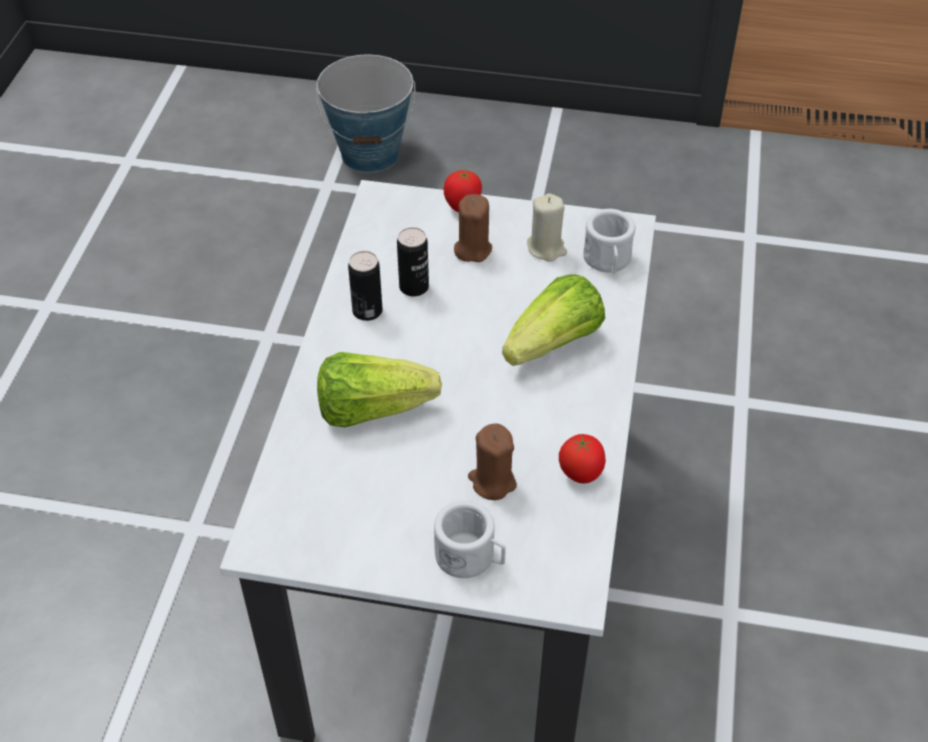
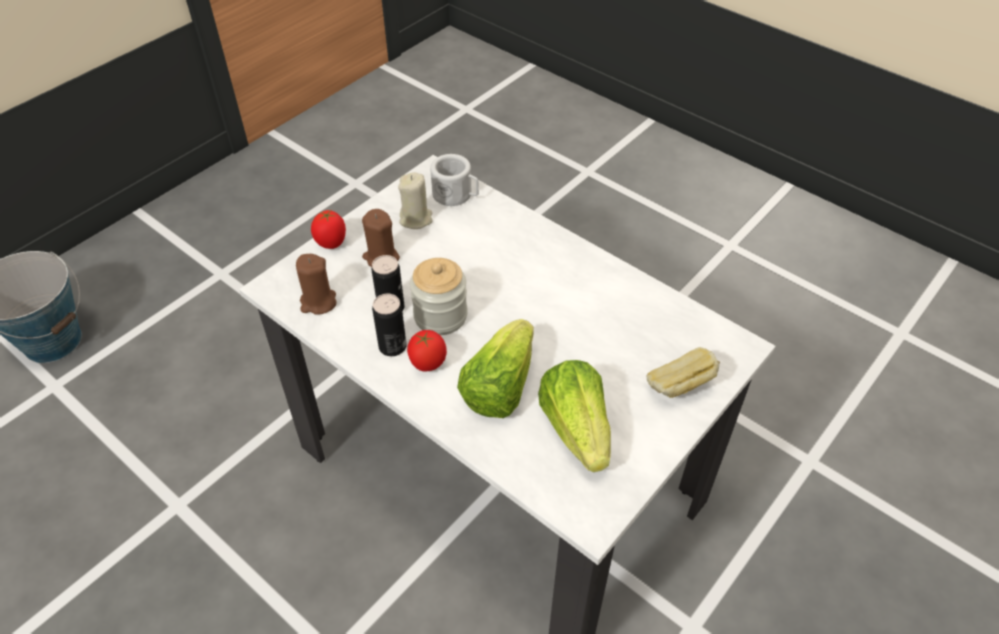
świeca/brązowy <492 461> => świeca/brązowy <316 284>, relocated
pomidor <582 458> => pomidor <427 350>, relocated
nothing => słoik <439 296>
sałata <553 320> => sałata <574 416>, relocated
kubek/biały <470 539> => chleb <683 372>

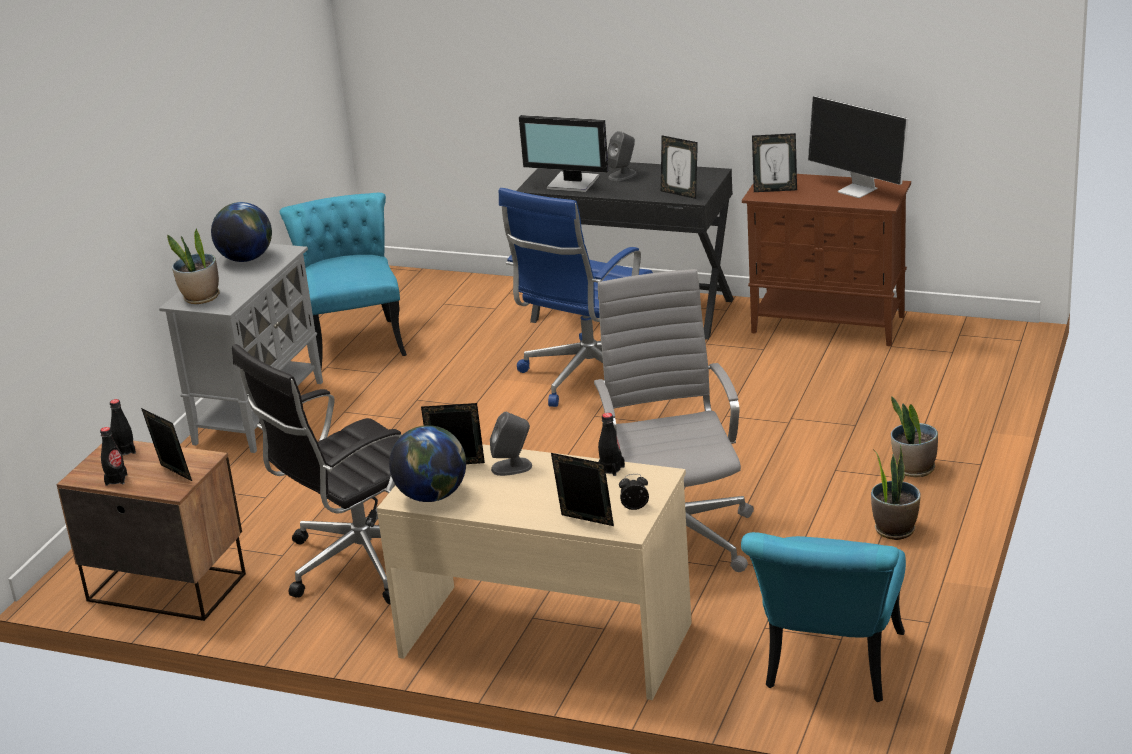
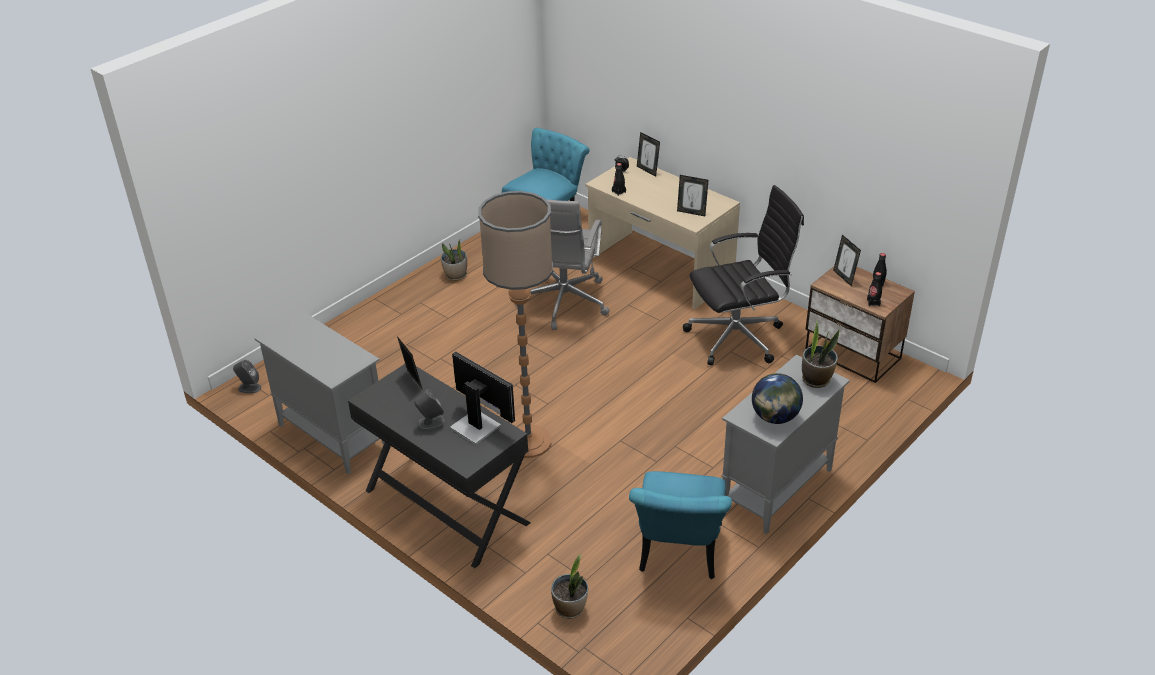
głośnik/szary <511 444> => głośnik/szary <247 376>, relocated
szafka/brązowy <826 260> => szafka/szary <320 392>
krzesło biurowe/niebieski <576 297> => lampa stojąca <515 324>
roślina doniczkowa <914 436> => roślina doniczkowa <569 586>, relocated
globus <427 463> => nothing
ramka na zdjęcie <774 162> => nothing
monitor <858 147> => nothing

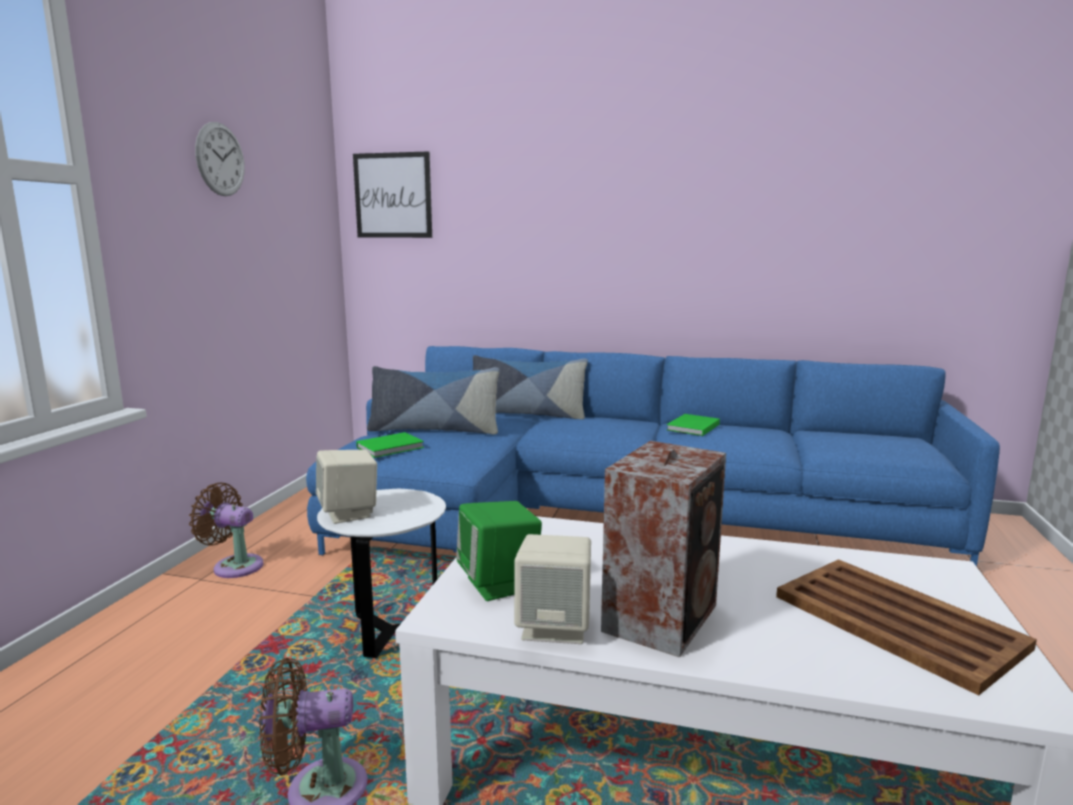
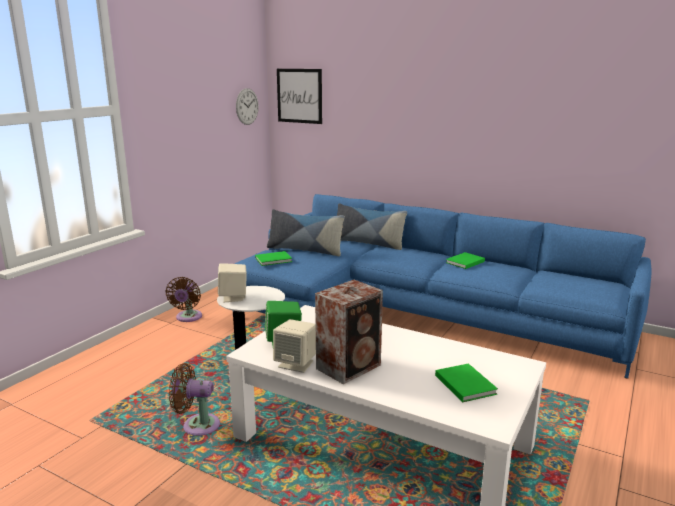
wentylator/brązowy <226 530> => wentylator/brązowy <184 299>, 120 degrees counterclockwise
zegar ścienny <220 159> => zegar ścienny <247 106>, relocated
taca/brązowy <906 627> => książka/zielony <466 382>

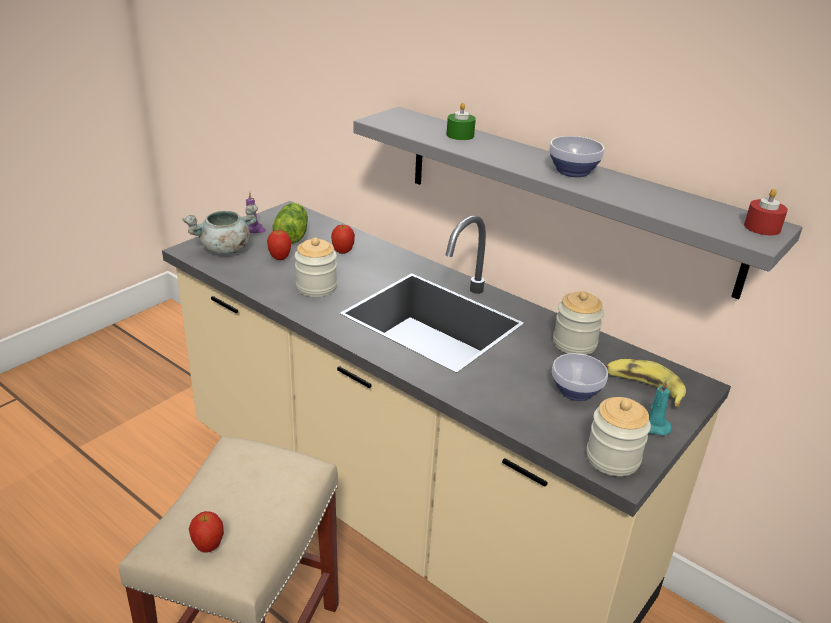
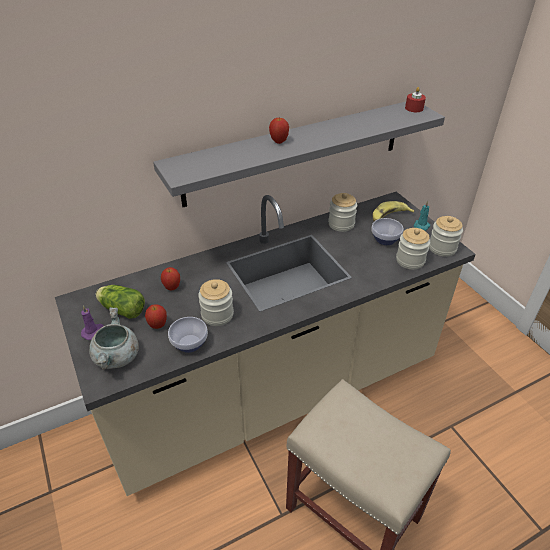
miska <577 156> => miska <188 335>, relocated
jabłko <206 532> => jabłko <279 131>, relocated
nothing => słoik <413 249>
świeca/zielony <461 121> => nothing

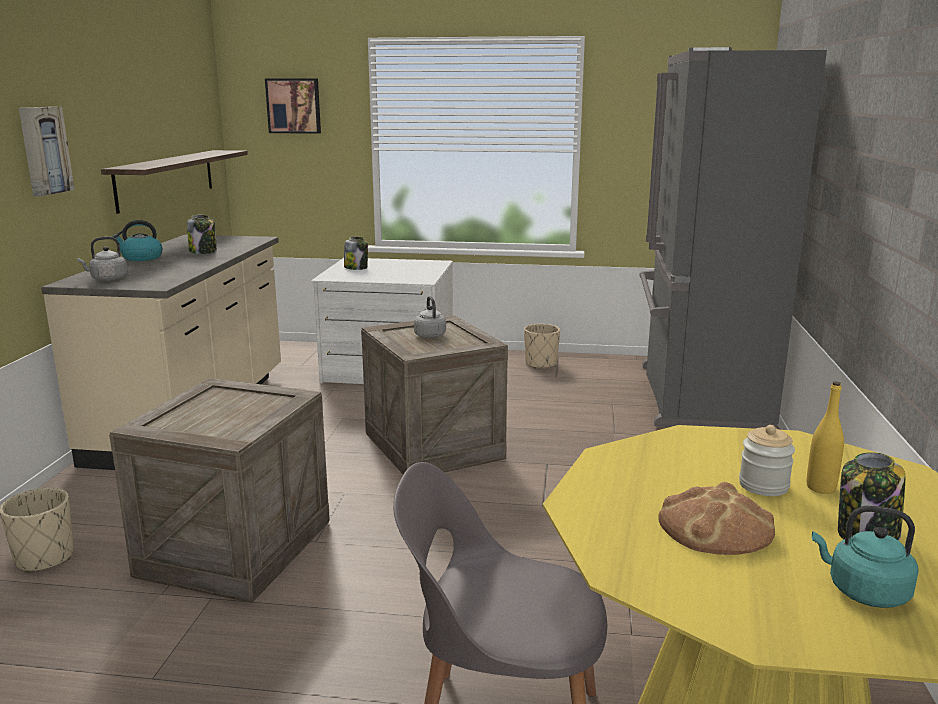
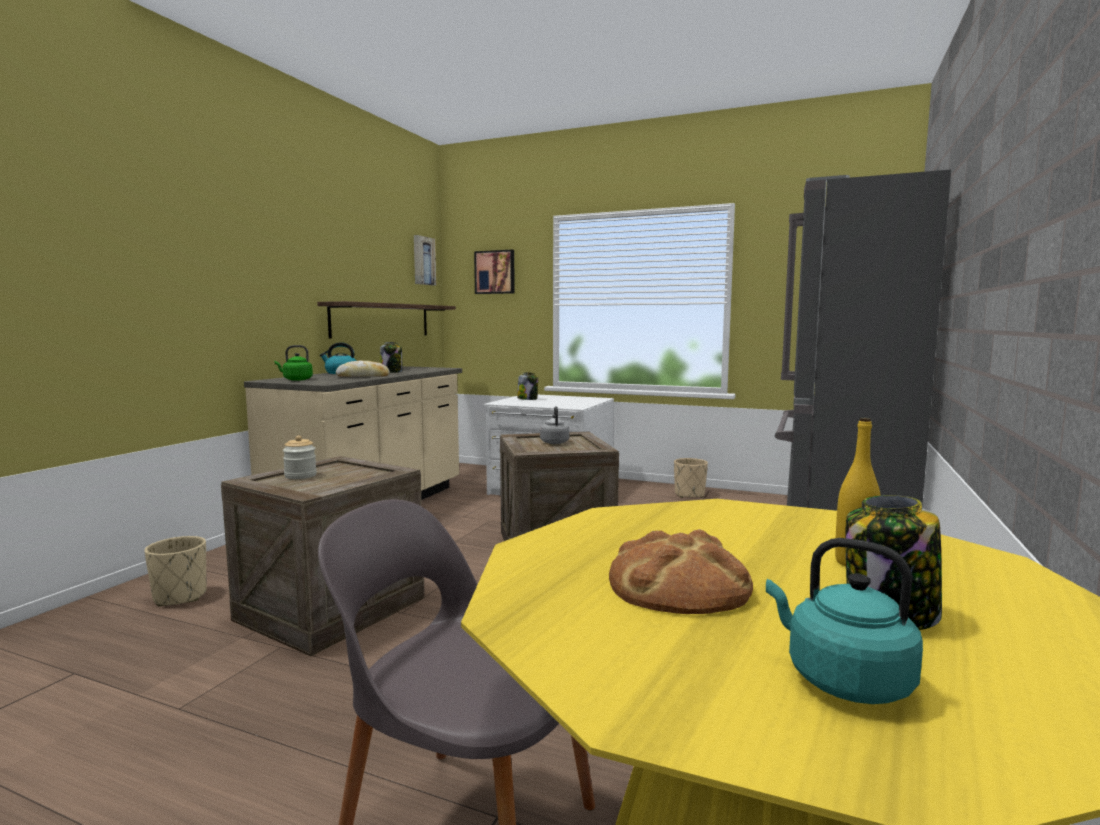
czajnik/szary <102 259> => czajnik/zielony <294 363>
słoik <767 460> => słoik <300 457>, relocated
nothing => chleb <363 369>
obraz <47 152> => obraz <425 260>, relocated

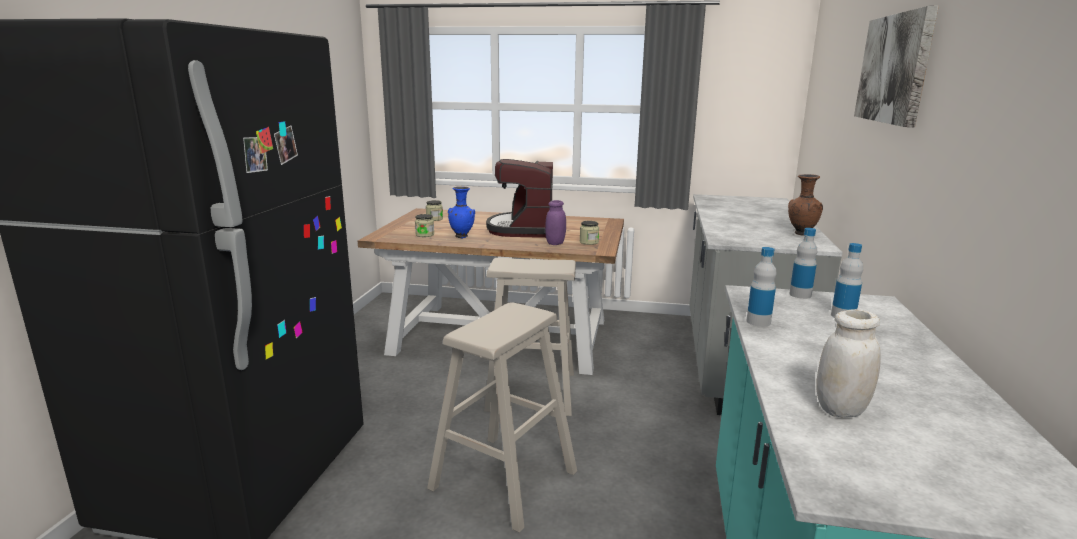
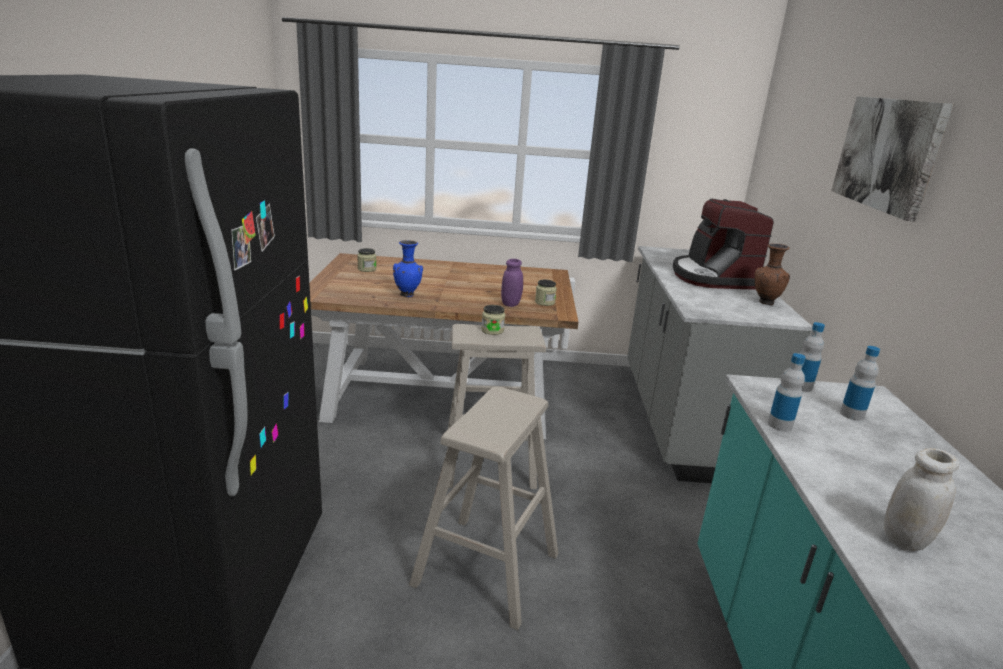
słoik <424 225> => słoik <493 320>, relocated
ekspres do kawy <519 198> => ekspres do kawy <723 244>, relocated

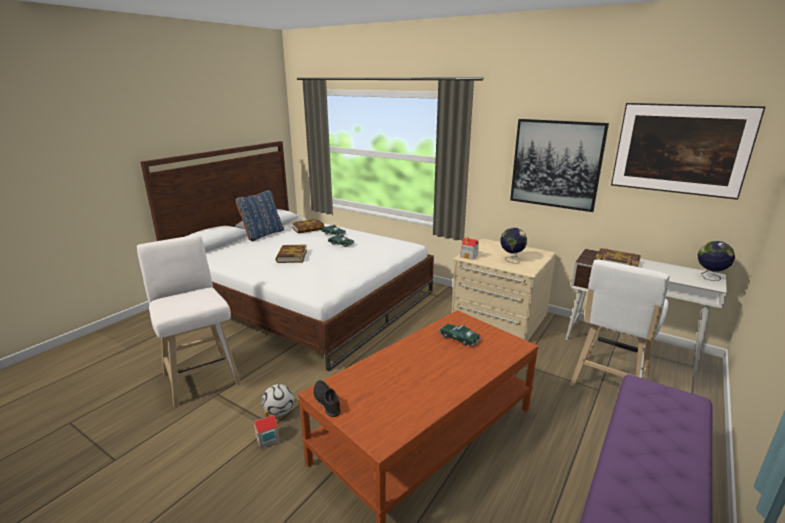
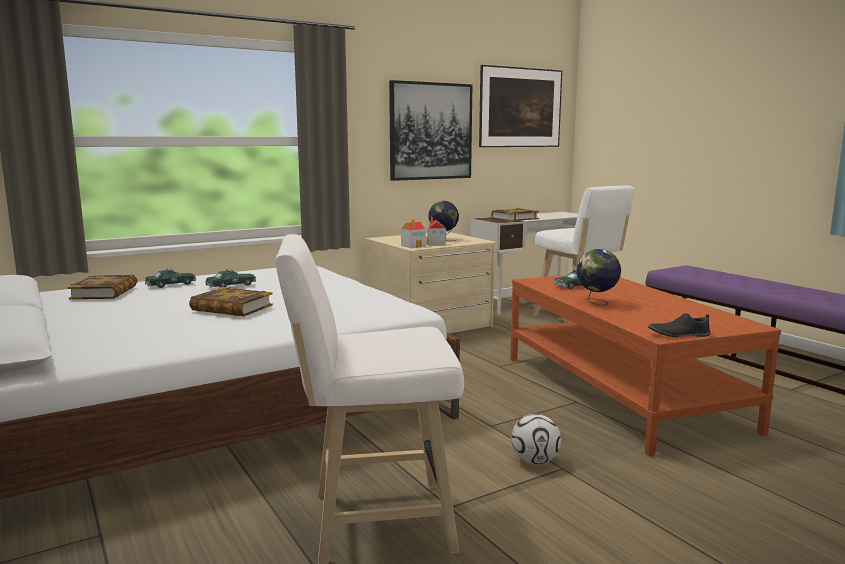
domek <267 430> => domek <436 231>, relocated
globus <716 261> => globus <599 277>, relocated
poduszka/niebieski <259 215> => nothing

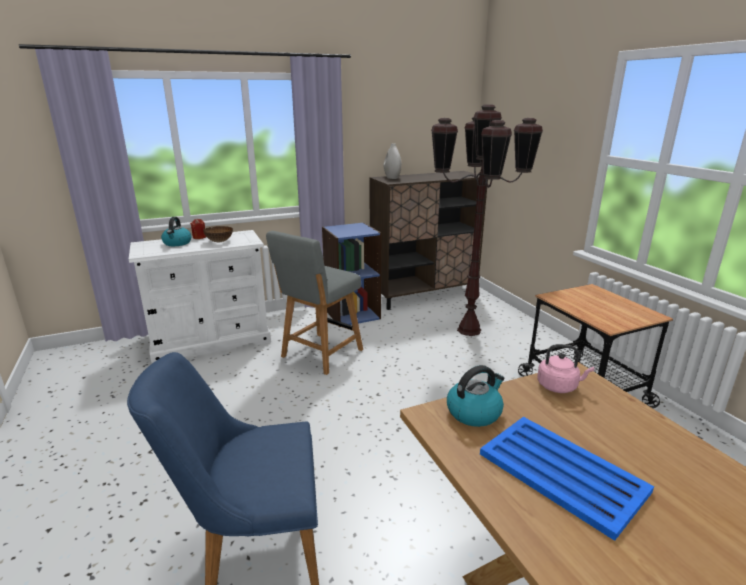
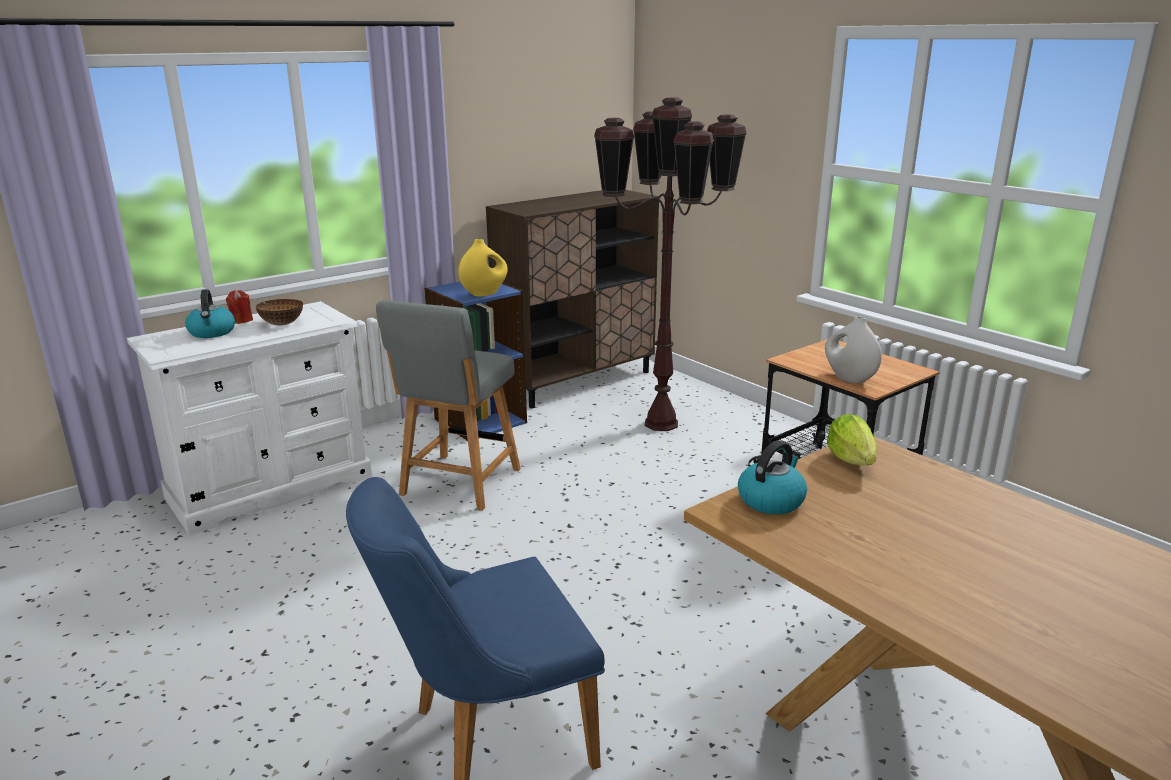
nothing => wazon/żółty <483 267>
wazon/biały <393 161> => wazon/biały <853 349>, relocated
czajnik/różowy <565 368> => sałata <852 439>
taca/niebieski <567 479> => nothing

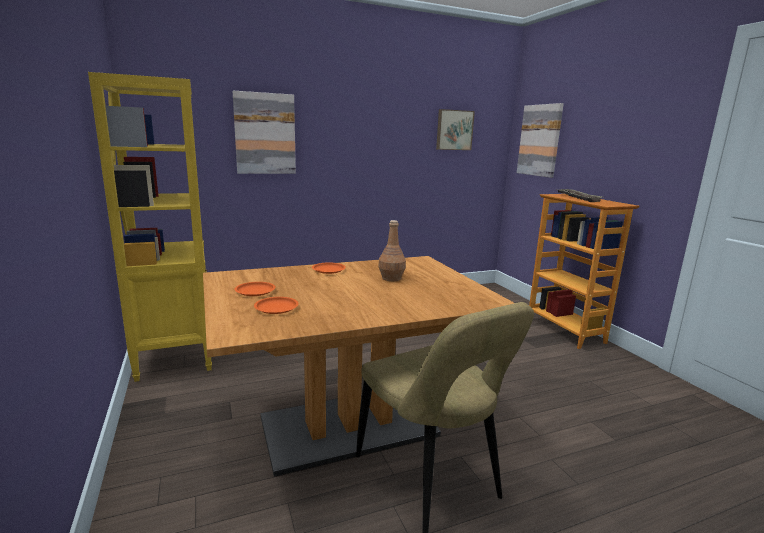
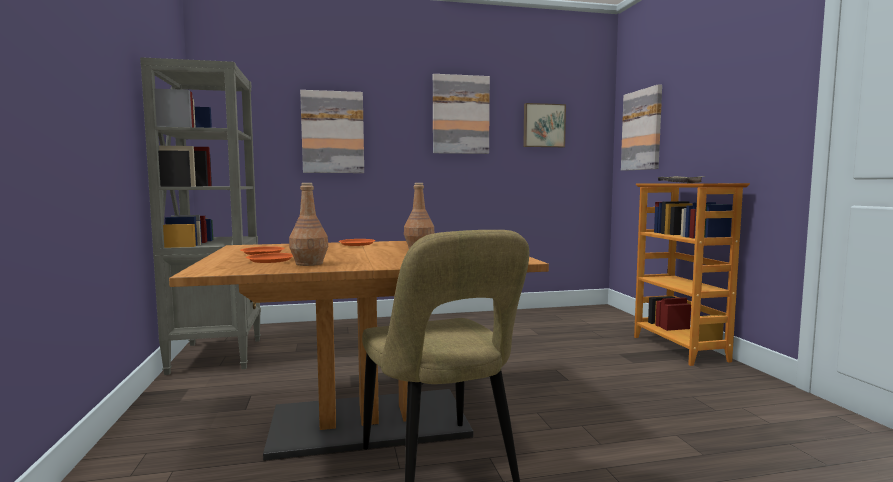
regał/żółty <150 227> => regał/szary <200 216>
nothing => butelka/brązowy <308 224>
nothing => obraz <461 114>

